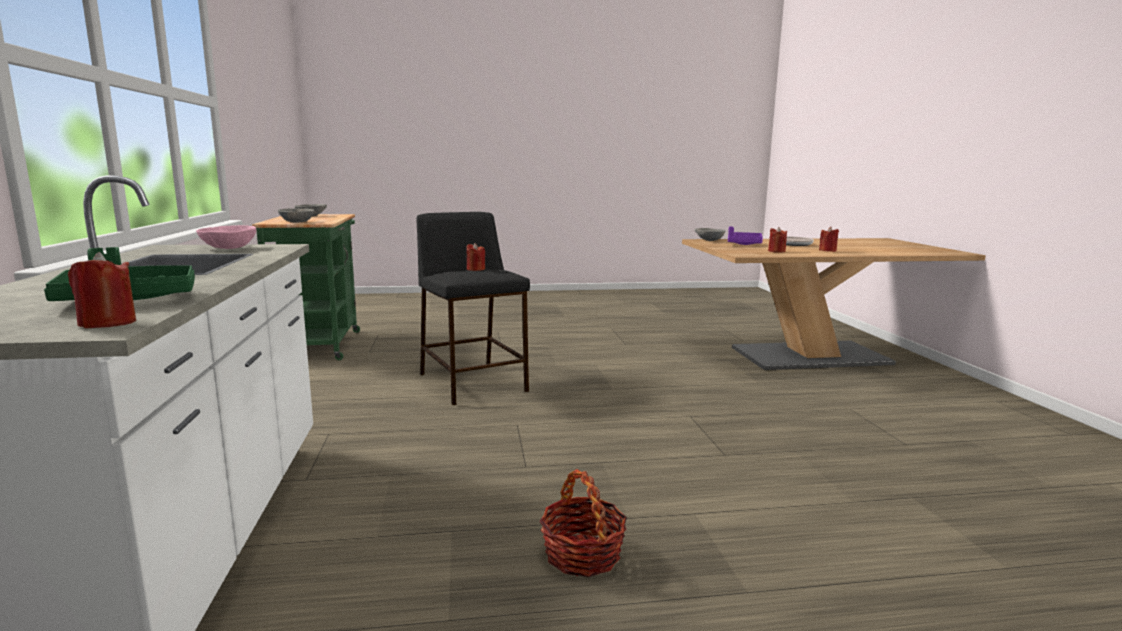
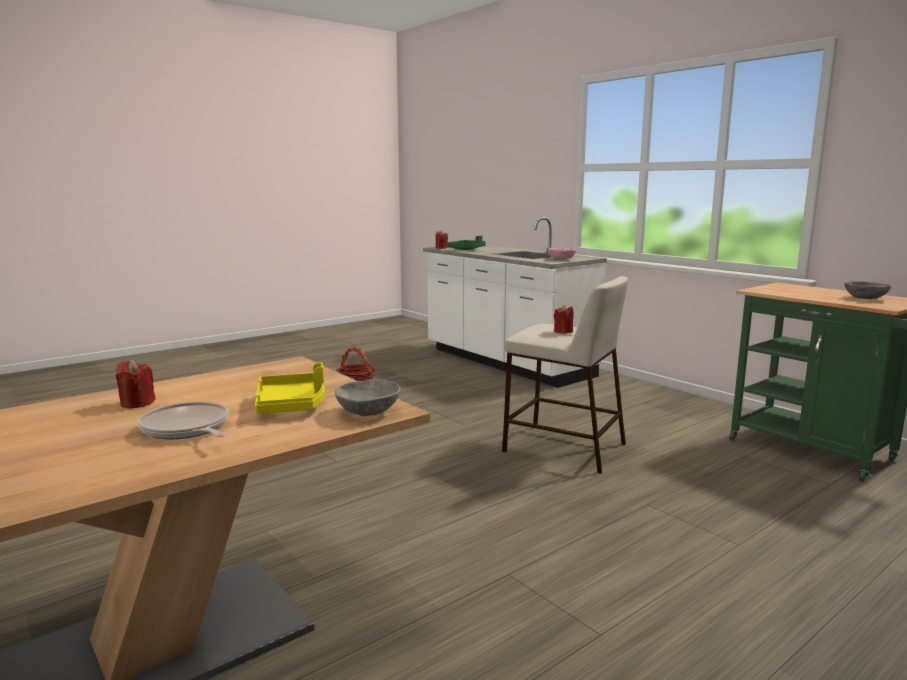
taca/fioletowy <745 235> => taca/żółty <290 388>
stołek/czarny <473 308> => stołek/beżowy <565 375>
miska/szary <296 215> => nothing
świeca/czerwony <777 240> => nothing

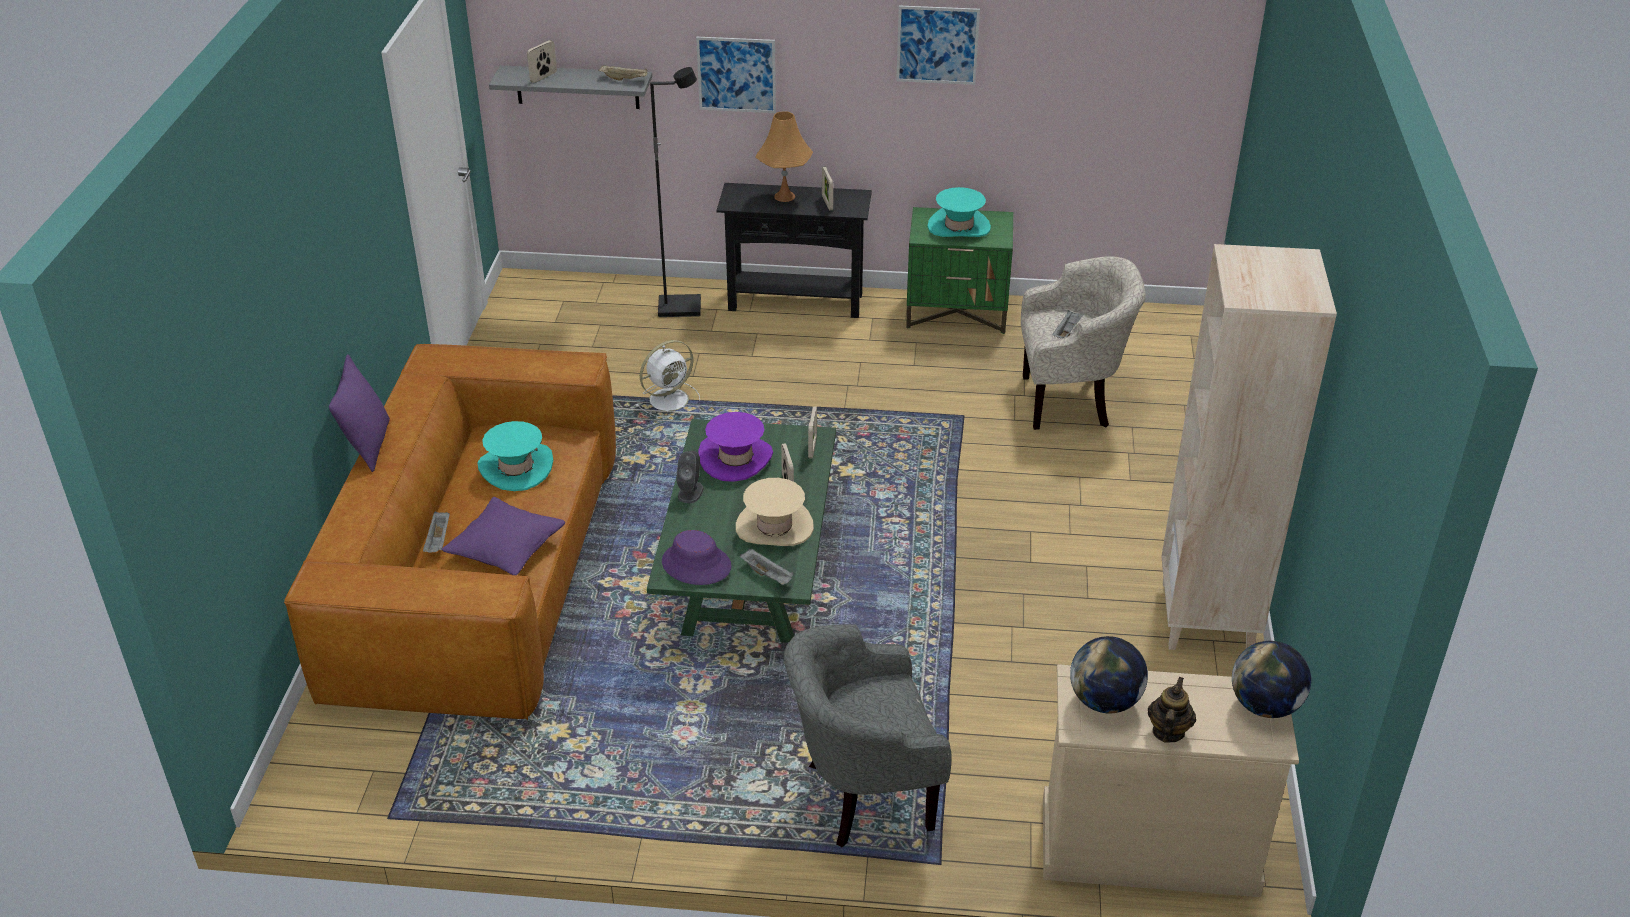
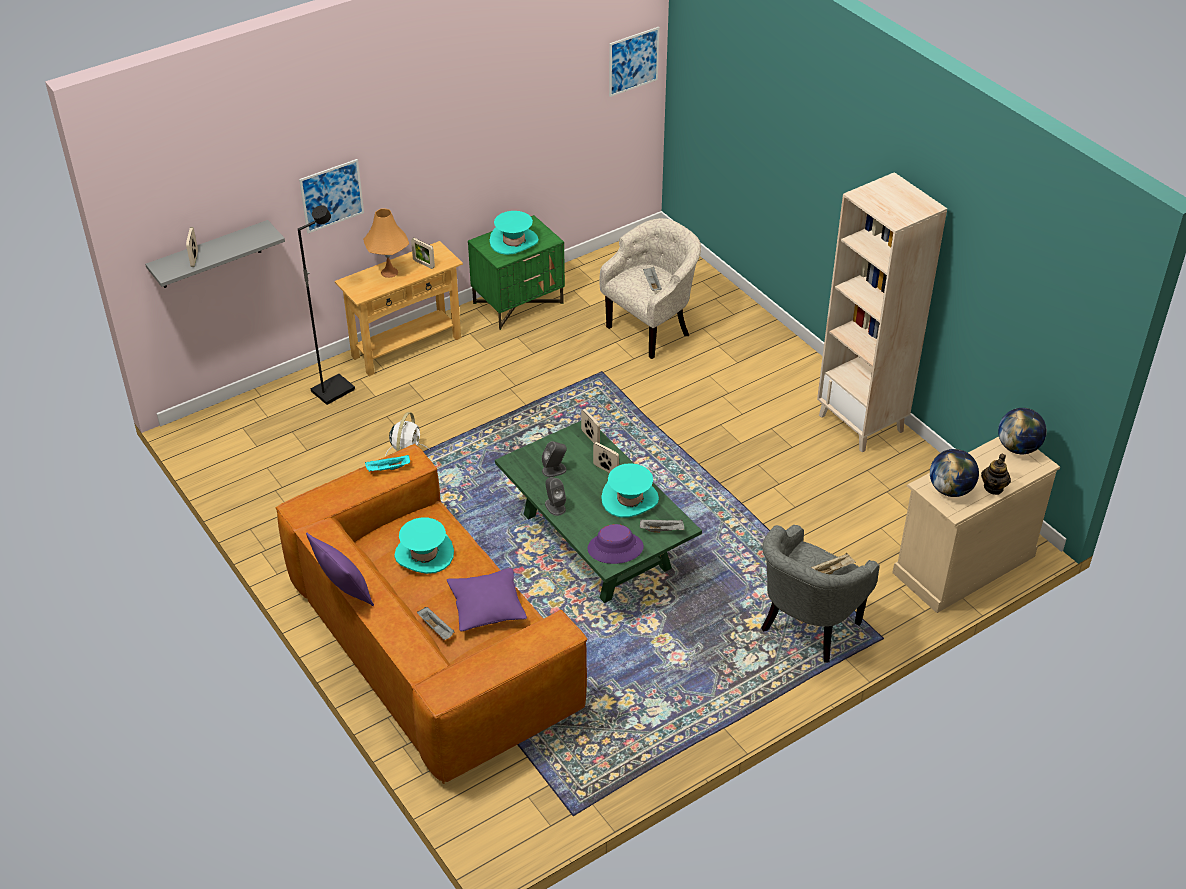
stolik konsolowy/czarny <794 250> => stolik konsolowy/beżowy <399 308>
nothing => taca/turkusowy <387 463>
kapelusz/fioletowy <735 447> => głośnik/szary <554 459>
kapelusz/beżowy <775 512> => kapelusz/turkusowy <630 490>
obraz <938 45> => obraz <634 62>, relocated
taca/beżowy <623 73> => taca/beżowy <833 563>, relocated
imbryk <1172 710> => imbryk <996 474>, 135 degrees counterclockwise

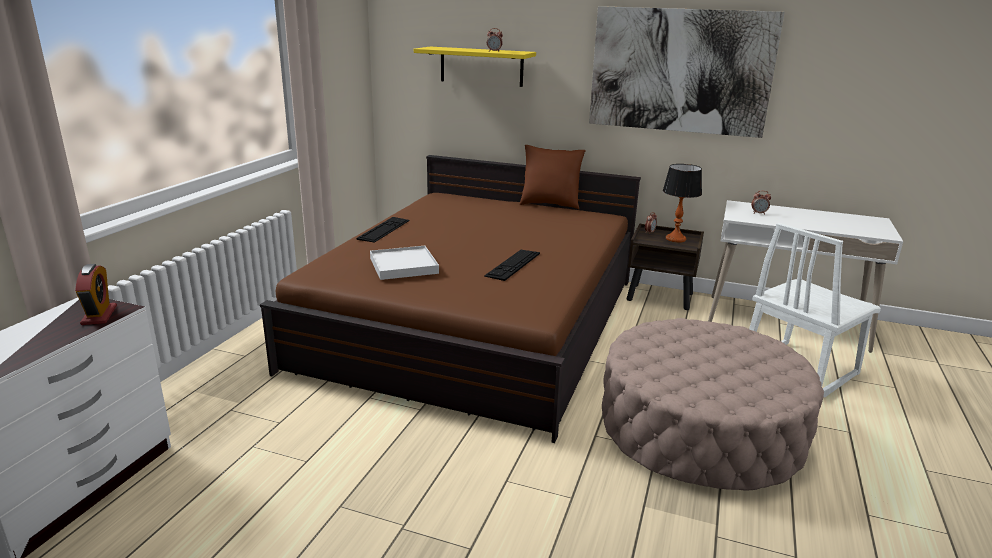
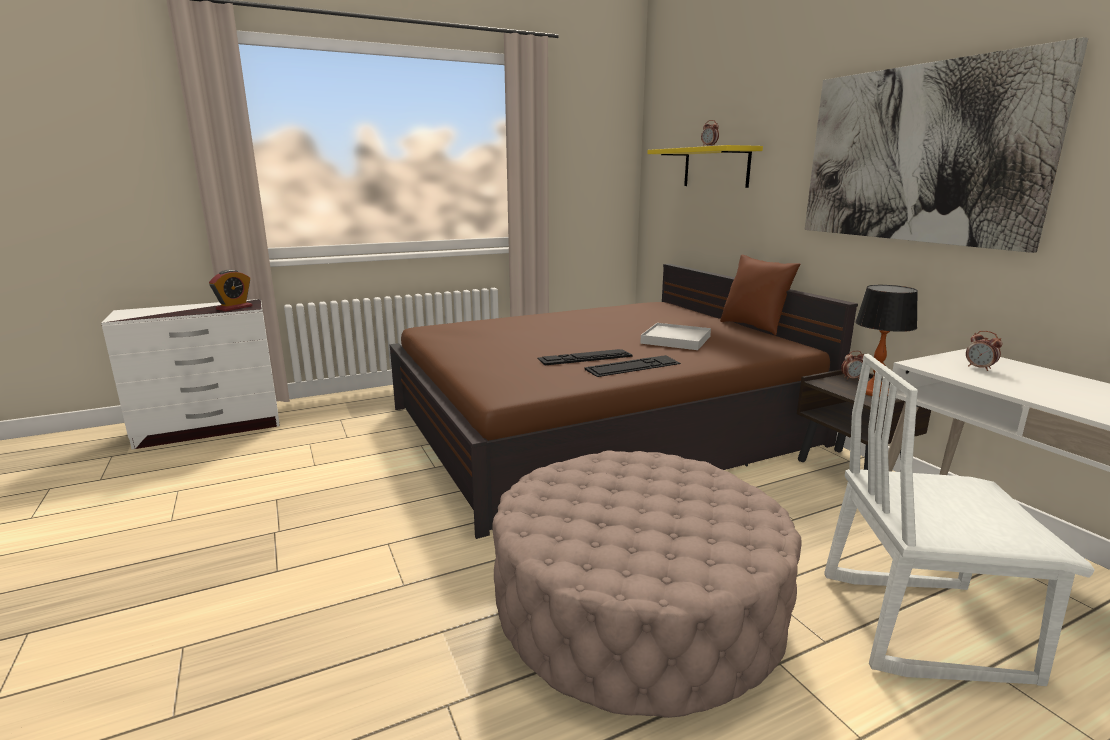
klawiatura <383 230> => klawiatura <632 366>, relocated
taca/biały <404 263> => taca/biały <675 336>, relocated

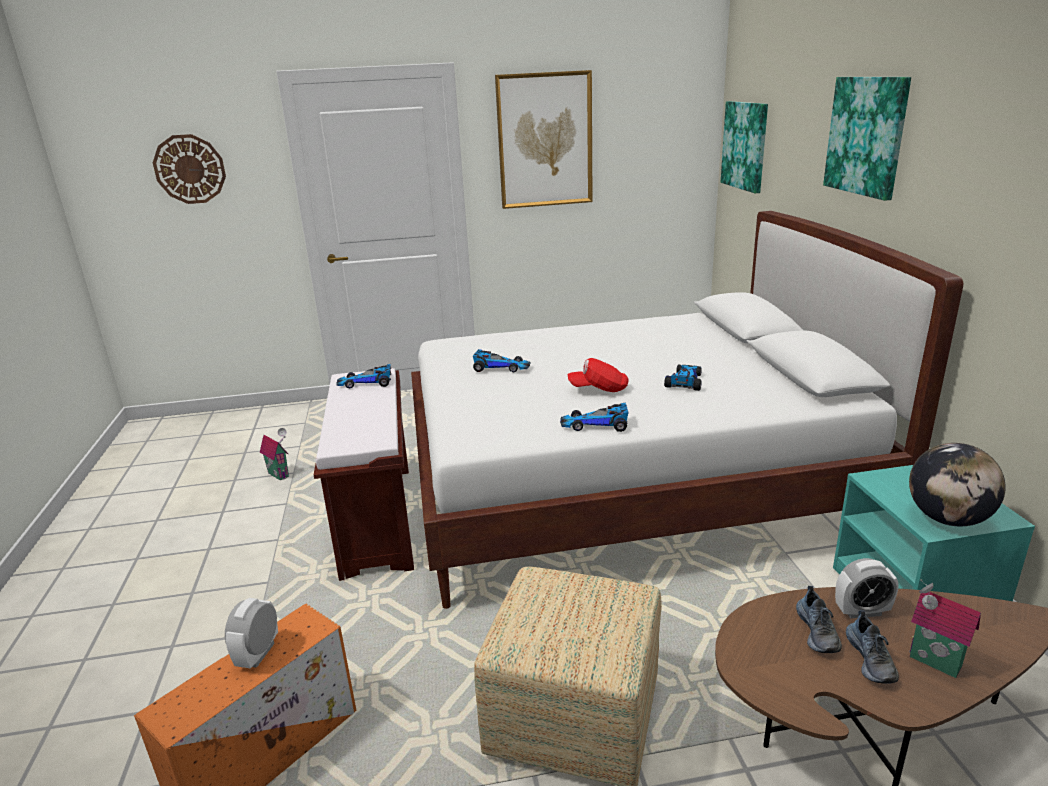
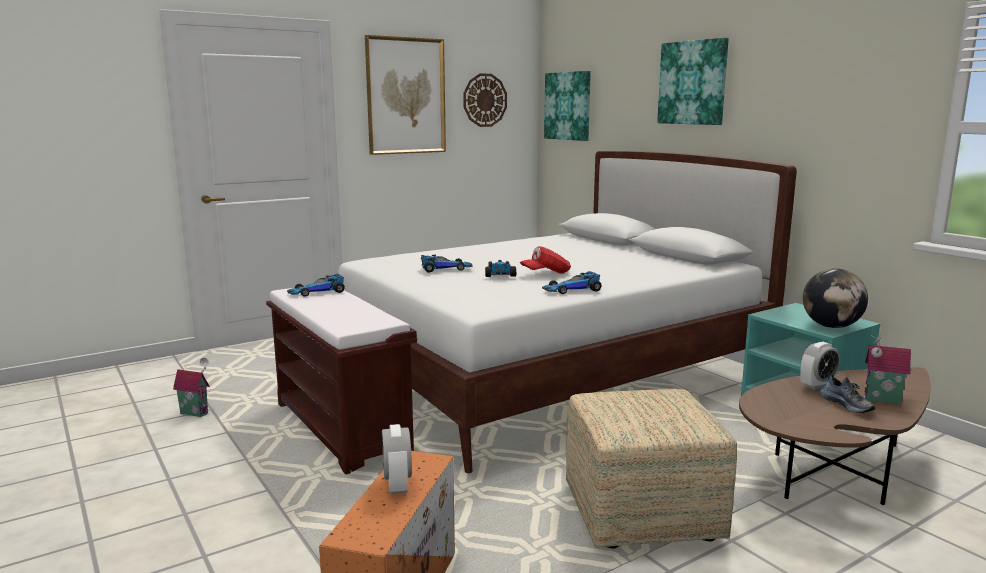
zegar ścienny <189 169> => zegar ścienny <485 100>, relocated
samochodzik <683 377> => samochodzik <500 268>, relocated
but <819 619> => nothing

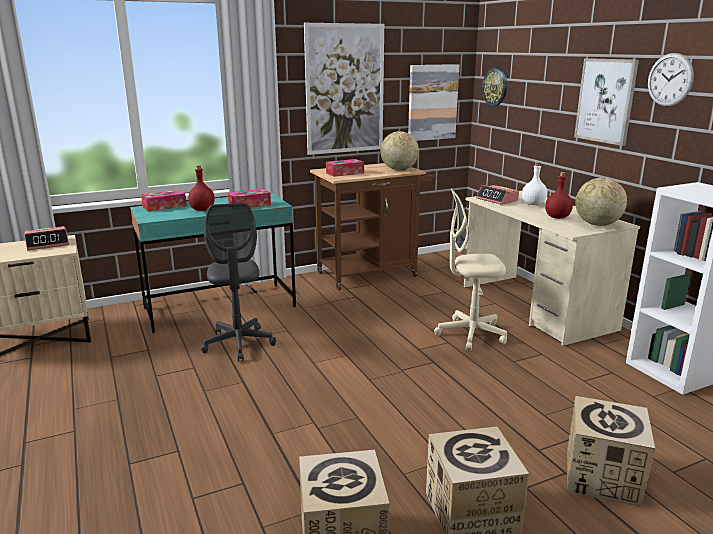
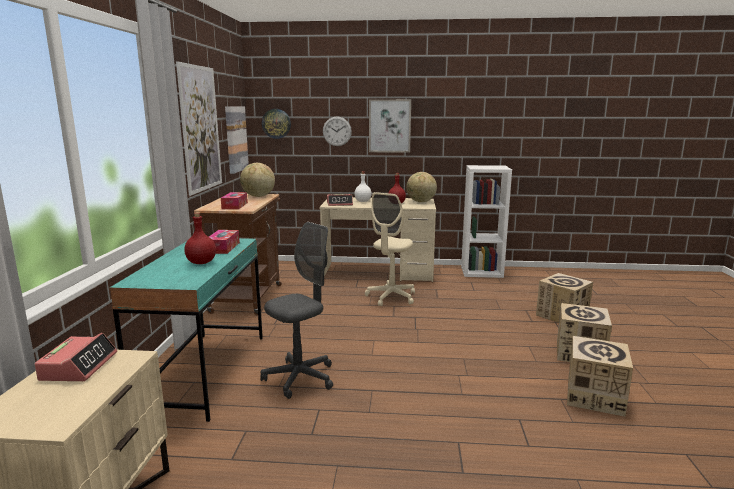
krzesło biurowe/szary <239 282> => krzesło biurowe/szary <296 310>, 60 degrees counterclockwise
zegar ścienny <671 80> => zegar ścienny <337 131>, relocated
pudełko chusteczek <164 201> => nothing

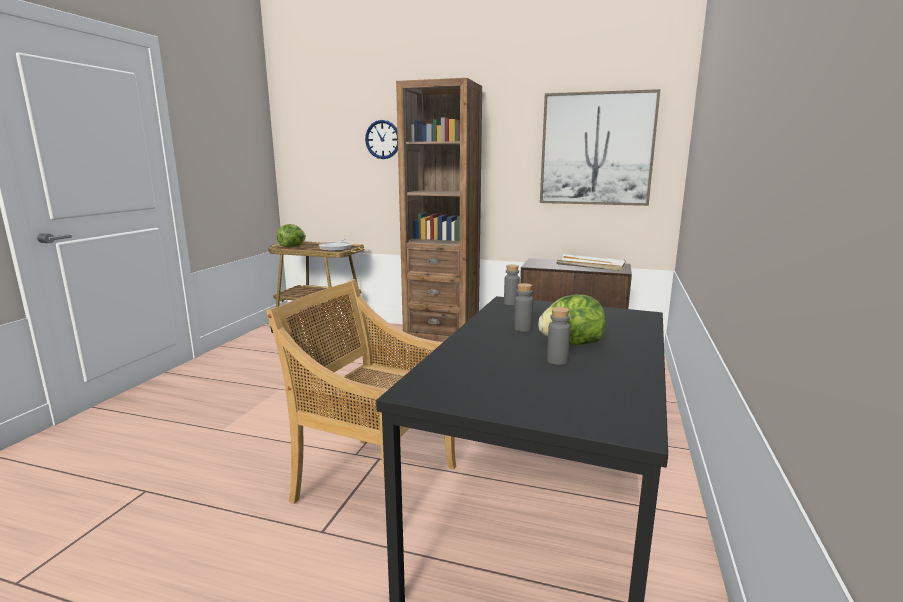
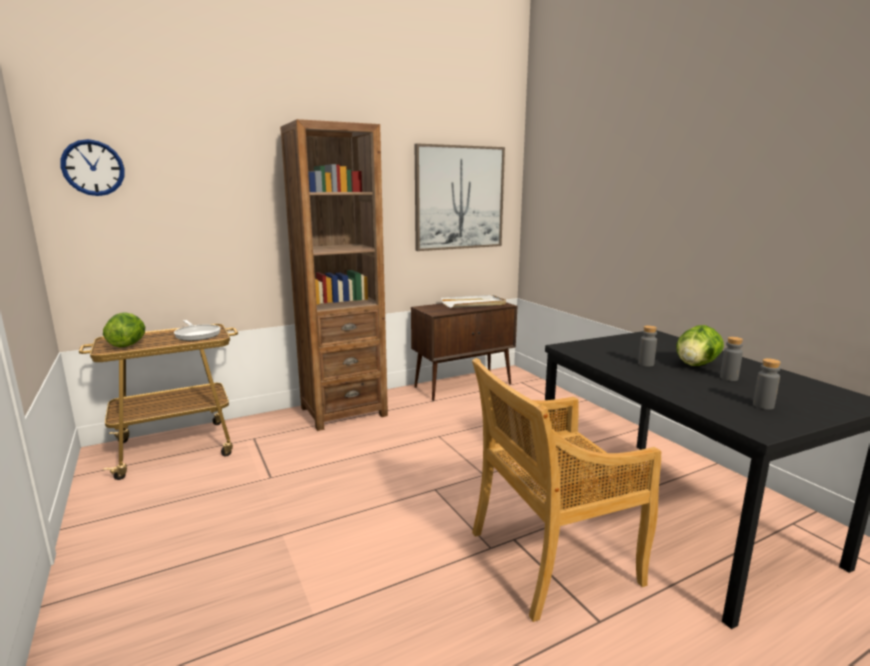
zegar ścienny <381 139> => zegar ścienny <92 167>, relocated
butelka/szary <512 284> => butelka/szary <767 384>, relocated

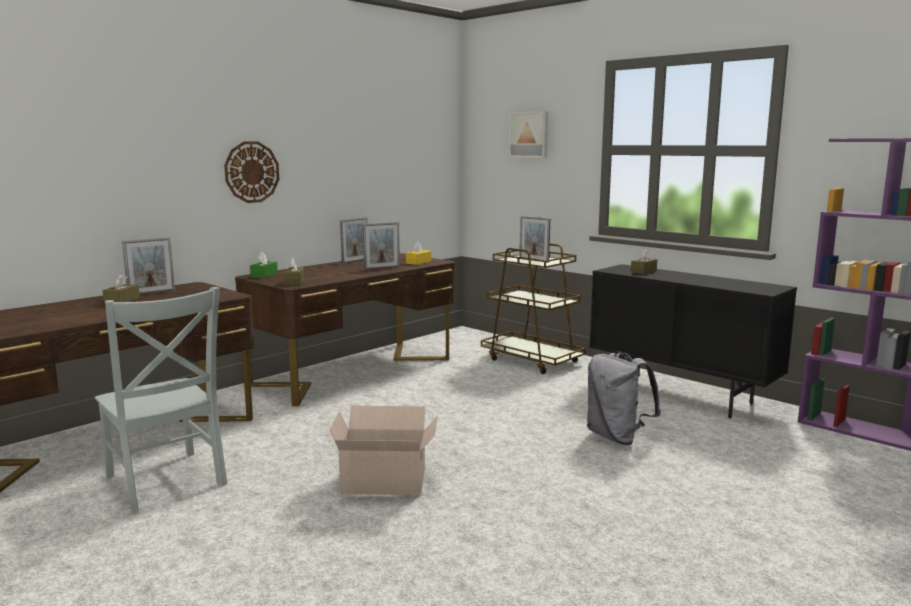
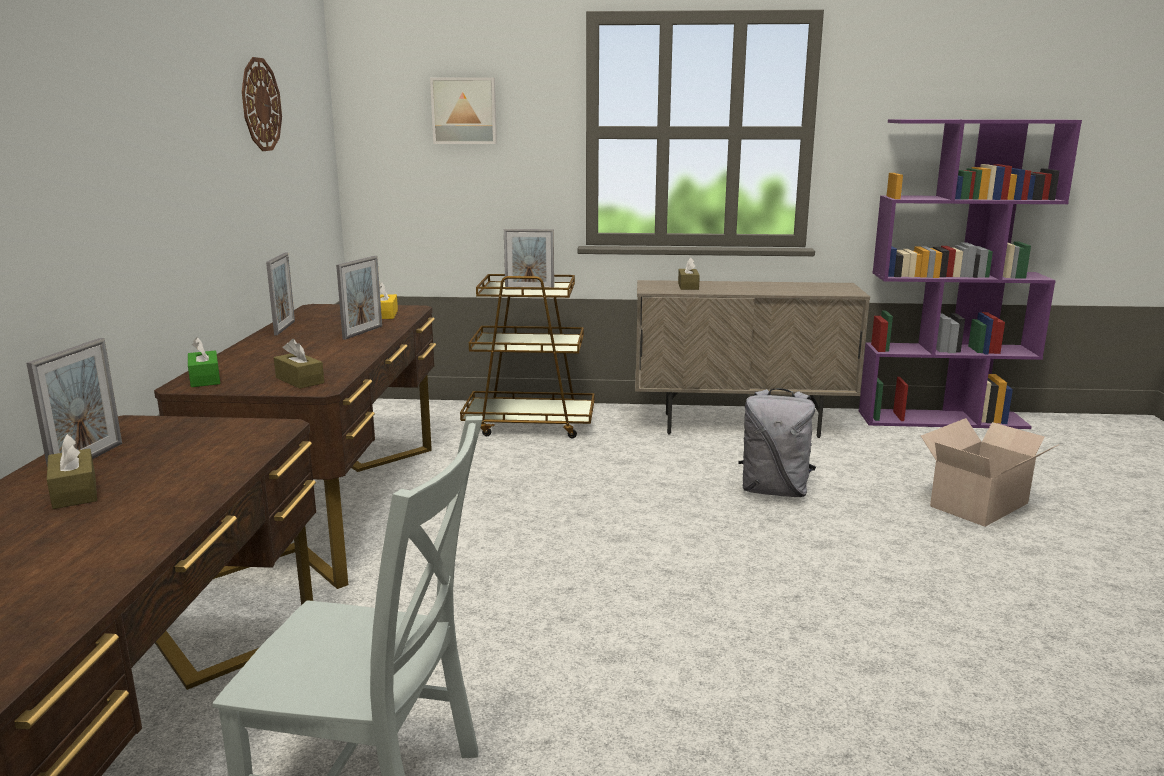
zegar ścienny <251 172> => zegar ścienny <262 104>, relocated
szafka/czarny <693 341> => szafka/beżowy <752 359>
karton <383 450> => karton <990 472>, relocated

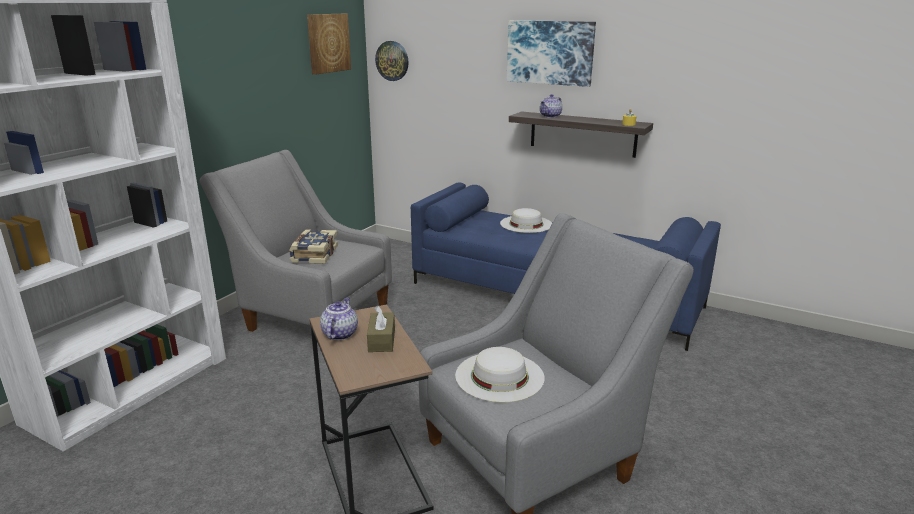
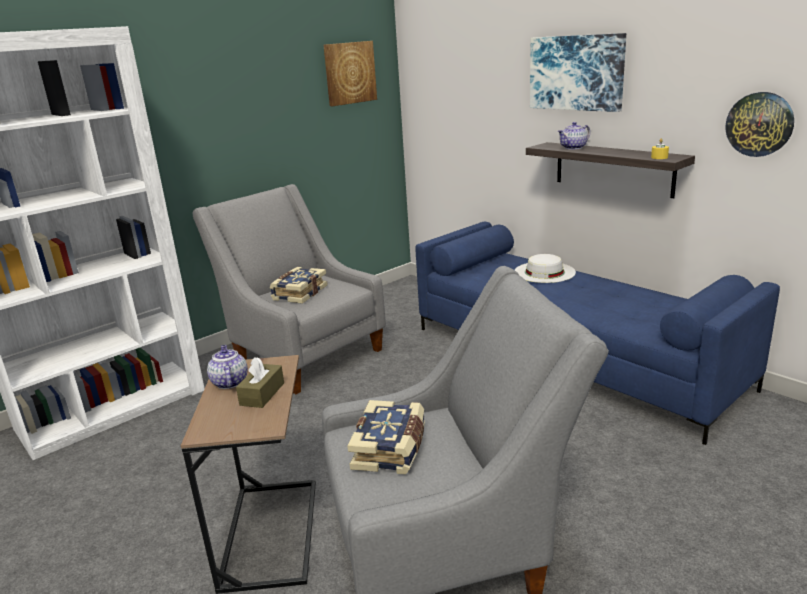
imbryk <339 318> => imbryk <227 367>, 45 degrees counterclockwise
kapelusz/biały <500 375> => książka <386 437>
zegar ścienny <392 61> => zegar ścienny <760 124>, relocated

